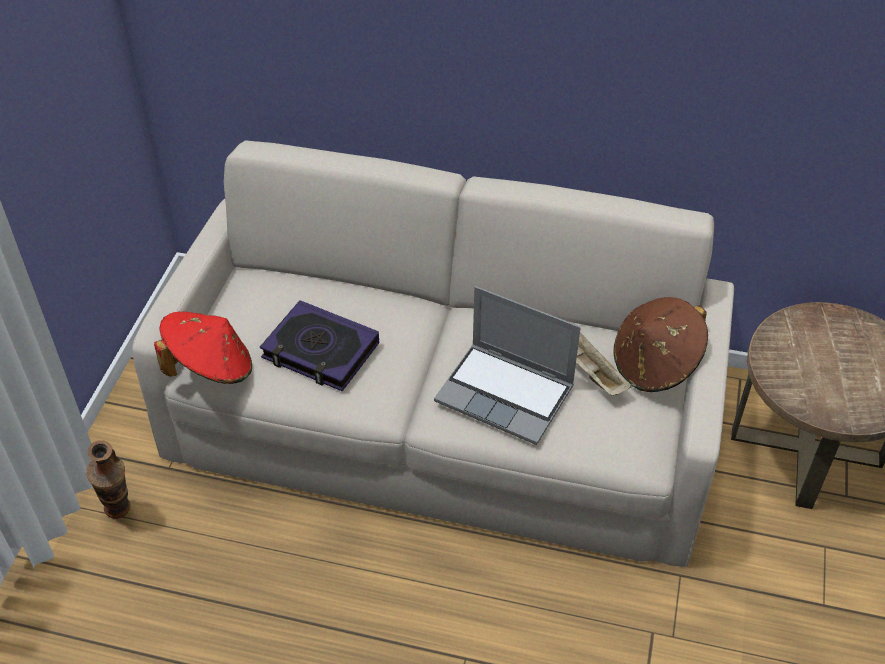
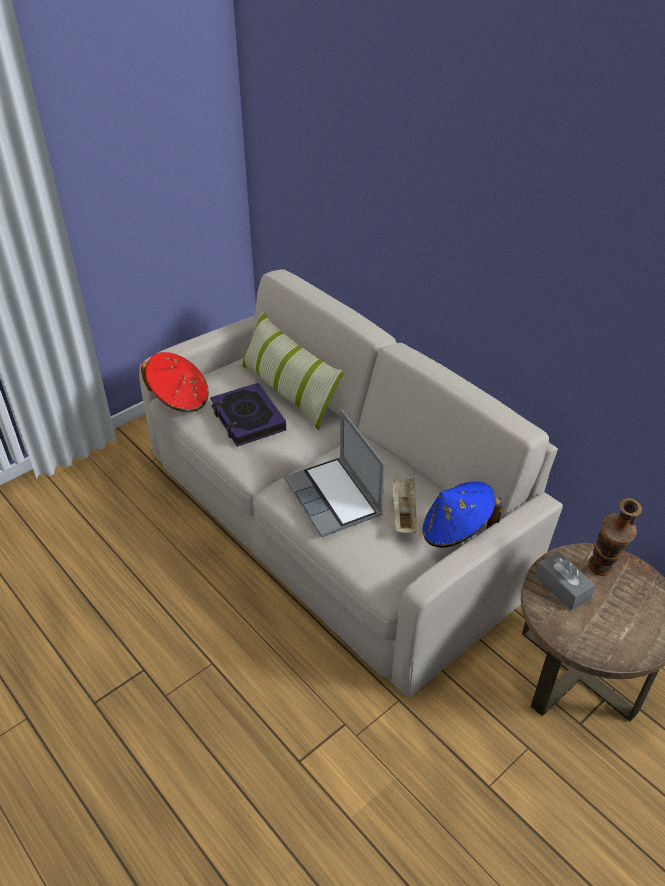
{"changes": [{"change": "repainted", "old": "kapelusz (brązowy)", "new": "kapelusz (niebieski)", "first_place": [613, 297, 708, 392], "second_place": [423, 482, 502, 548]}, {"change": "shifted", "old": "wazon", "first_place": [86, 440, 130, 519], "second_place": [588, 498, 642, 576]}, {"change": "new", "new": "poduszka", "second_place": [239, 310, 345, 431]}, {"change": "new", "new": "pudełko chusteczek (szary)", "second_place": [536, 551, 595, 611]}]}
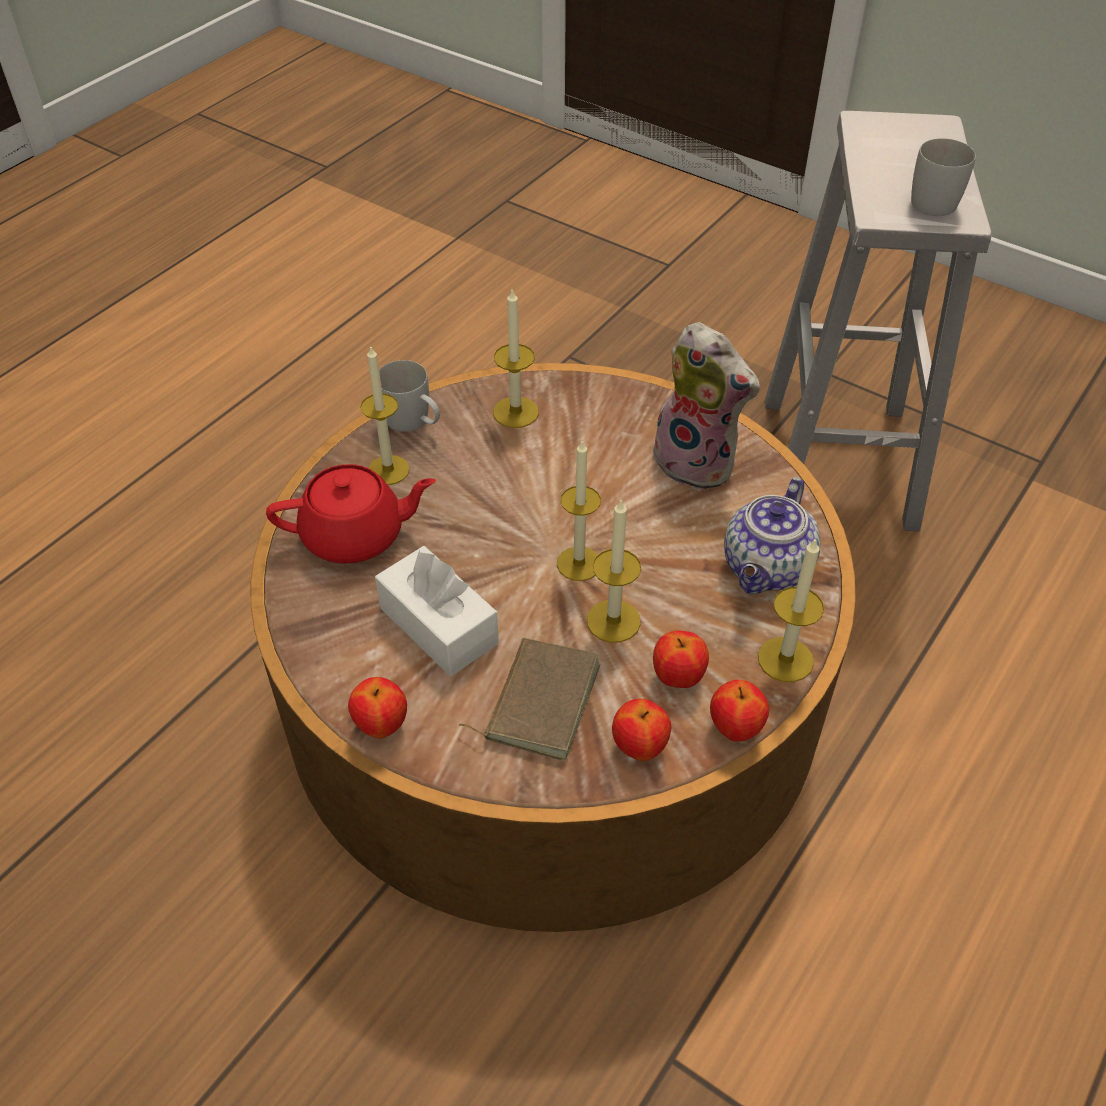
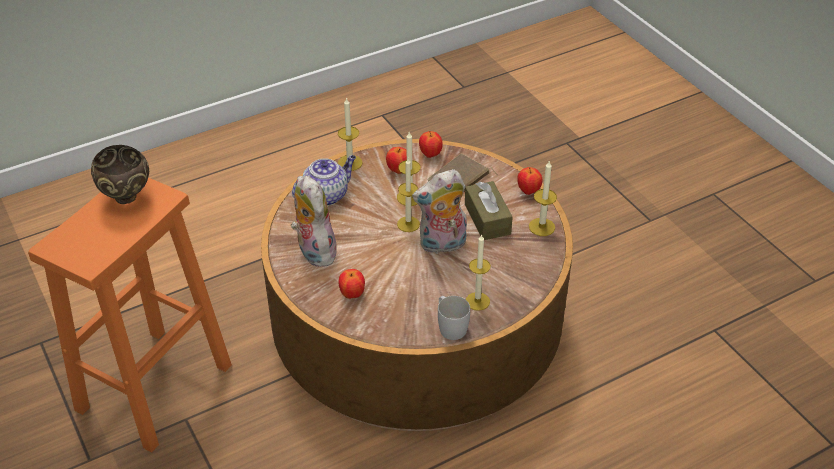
{"changes": [{"change": "repainted", "old": "stołek (biały)", "new": "stołek (pomarańczowy)", "first_place": [765, 111, 991, 532], "second_place": [28, 178, 232, 453]}, {"change": "swapped", "old": "kubek (biały)", "new": "miska (brązowy)", "first_place": [911, 138, 976, 216], "second_place": [91, 145, 149, 204]}, {"change": "shifted", "old": "świeca", "first_place": [493, 289, 539, 428], "second_place": [529, 160, 557, 236]}, {"change": "gone", "old": "imbryk (czerwony)", "first_place": [266, 464, 436, 563]}, {"change": "repainted", "old": "pudełko chusteczek (biały)", "new": "pudełko chusteczek (brązowy)", "first_place": [375, 546, 499, 676], "second_place": [465, 181, 513, 240]}, {"change": "shifted", "old": "jabłko", "first_place": [710, 680, 769, 742], "second_place": [338, 269, 365, 299]}, {"change": "new", "new": "pluszak", "second_place": [412, 169, 467, 254]}]}
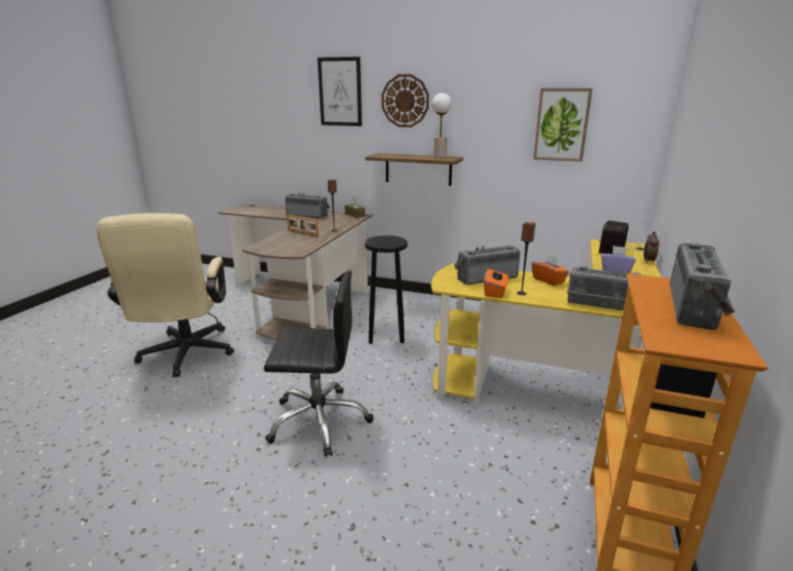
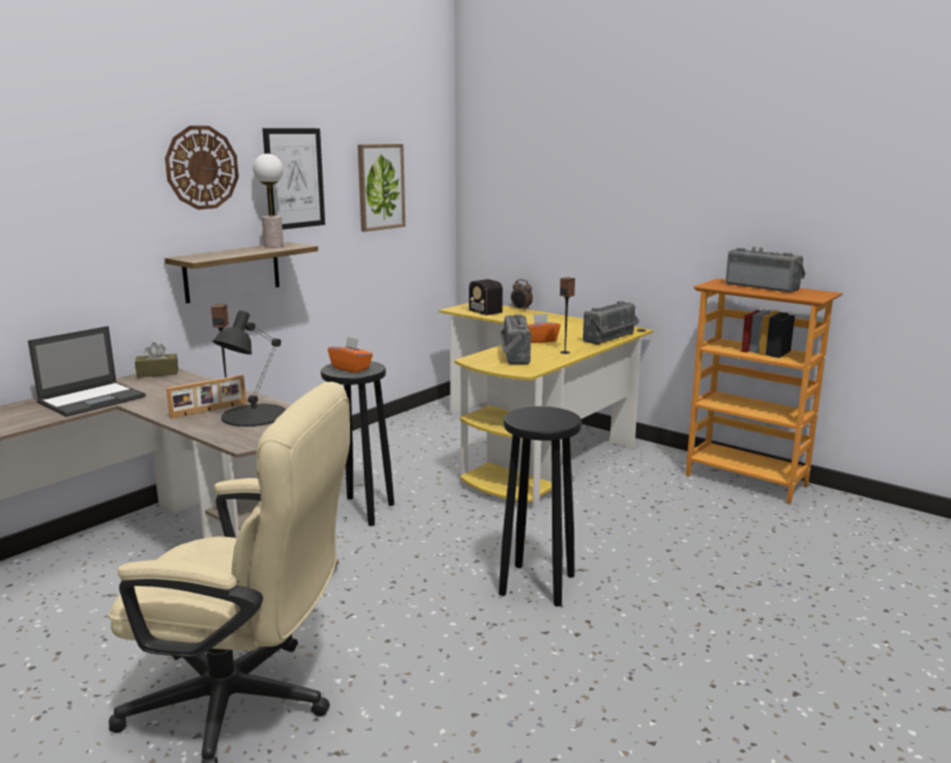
{"changes": [{"change": "shifted", "old": "obraz", "first_place": [317, 57, 362, 126], "second_place": [263, 128, 325, 230]}, {"change": "swapped", "old": "radio", "new": "laptop", "first_place": [285, 192, 330, 219], "second_place": [28, 326, 146, 417]}, {"change": "gone", "old": "pudełko chusteczek (fioletowy)", "first_place": [601, 246, 636, 274]}, {"change": "shifted", "old": "pudełko chusteczek (pomarańczowy)", "first_place": [484, 267, 509, 298], "second_place": [328, 336, 373, 373]}, {"change": "swapped", "old": "krzesło biurowe (czarny)", "new": "stołek (czarny)", "first_place": [264, 271, 374, 457], "second_place": [499, 406, 582, 606]}, {"change": "new", "new": "lampa stołowa (czarny)", "second_place": [212, 310, 286, 427]}]}
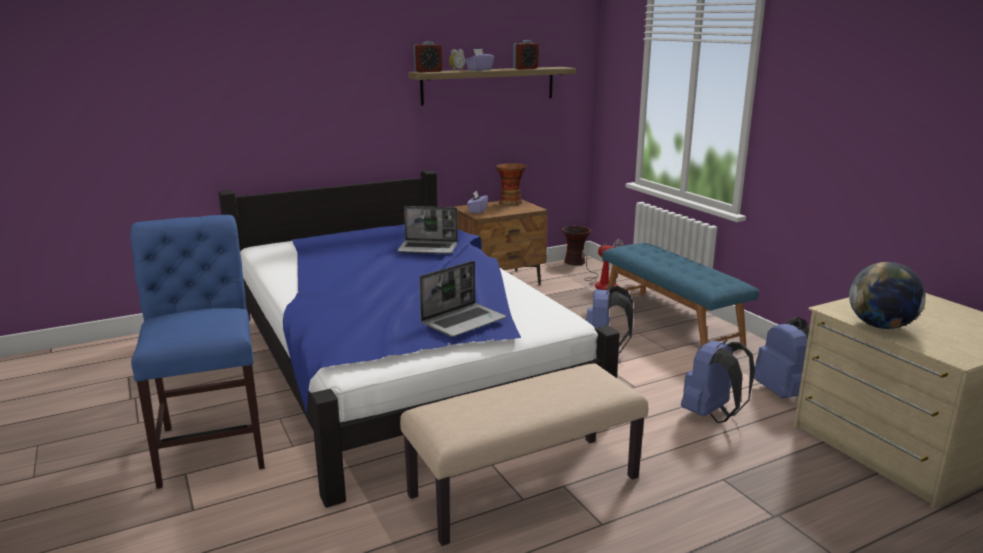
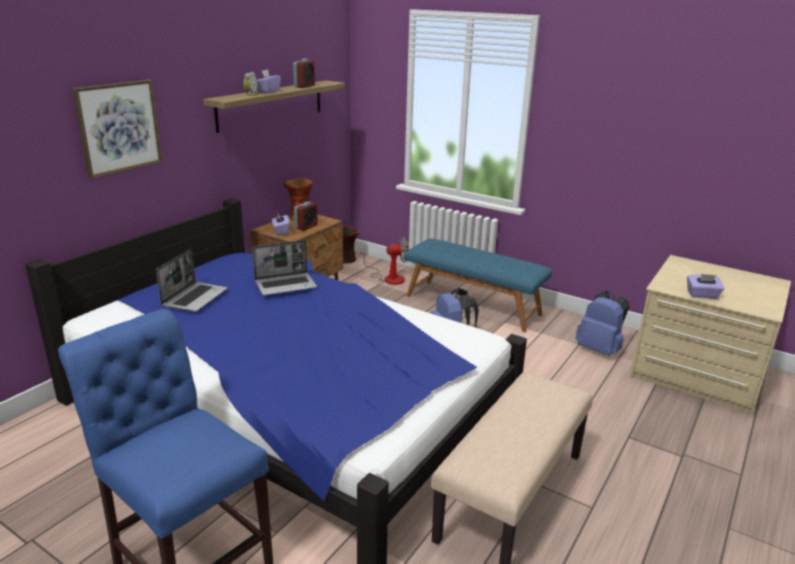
{"changes": [{"change": "shifted", "old": "budzik", "first_place": [414, 41, 442, 72], "second_place": [294, 201, 318, 231]}, {"change": "shifted", "old": "laptop", "first_place": [419, 261, 506, 337], "second_place": [156, 249, 228, 312]}, {"change": "swapped", "old": "globus", "new": "pudełko chusteczek (fioletowy)", "first_place": [849, 262, 926, 329], "second_place": [687, 274, 724, 299]}, {"change": "gone", "old": "plecak (niebieski)", "first_place": [681, 340, 755, 423]}, {"change": "new", "new": "obraz", "second_place": [72, 80, 162, 179]}]}
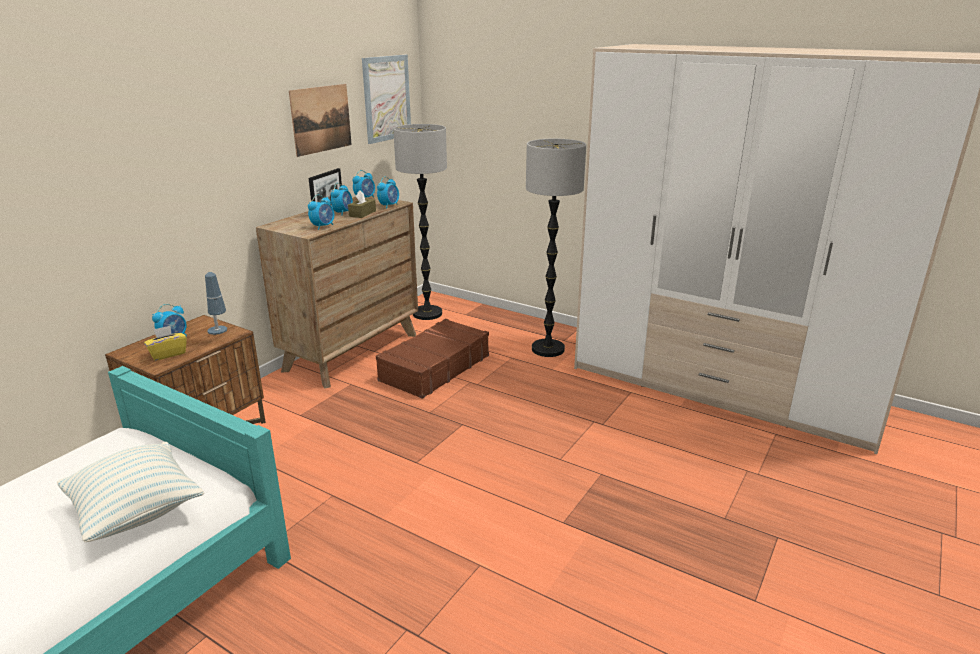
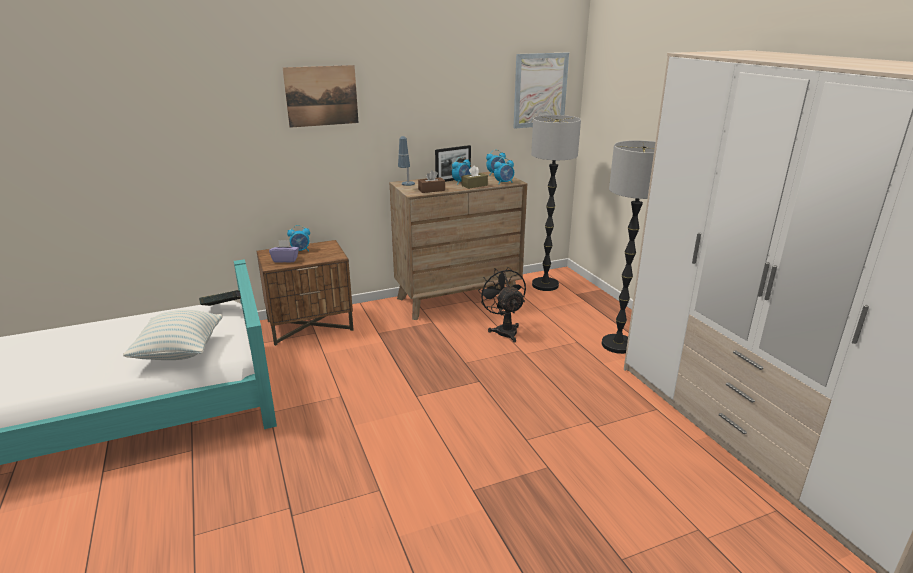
{"changes": [{"change": "shifted", "old": "obraz", "first_place": [289, 84, 352, 157], "second_place": [283, 65, 359, 128]}, {"change": "swapped", "old": "budzik", "new": "pudełko chusteczek (brązowy)", "first_place": [308, 195, 334, 230], "second_place": [418, 170, 445, 193]}, {"change": "shifted", "old": "lampa stołowa", "first_place": [205, 272, 227, 335], "second_place": [398, 136, 415, 186]}, {"change": "swapped", "old": "walizka (brązowy)", "new": "wentylator (czarny)", "first_place": [376, 319, 489, 399], "second_place": [478, 267, 526, 342]}, {"change": "repainted", "old": "pudełko chusteczek (żółty)", "new": "pudełko chusteczek (fioletowy)", "first_place": [144, 326, 187, 361], "second_place": [269, 240, 299, 262]}, {"change": "new", "new": "książka", "second_place": [199, 290, 241, 306]}]}
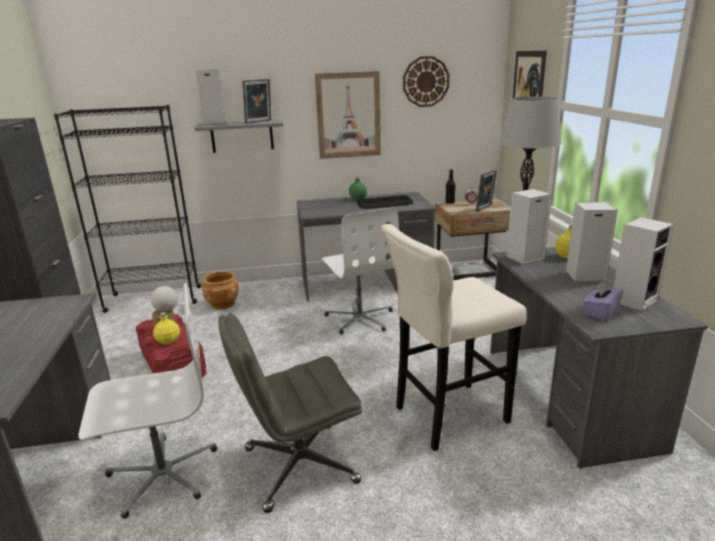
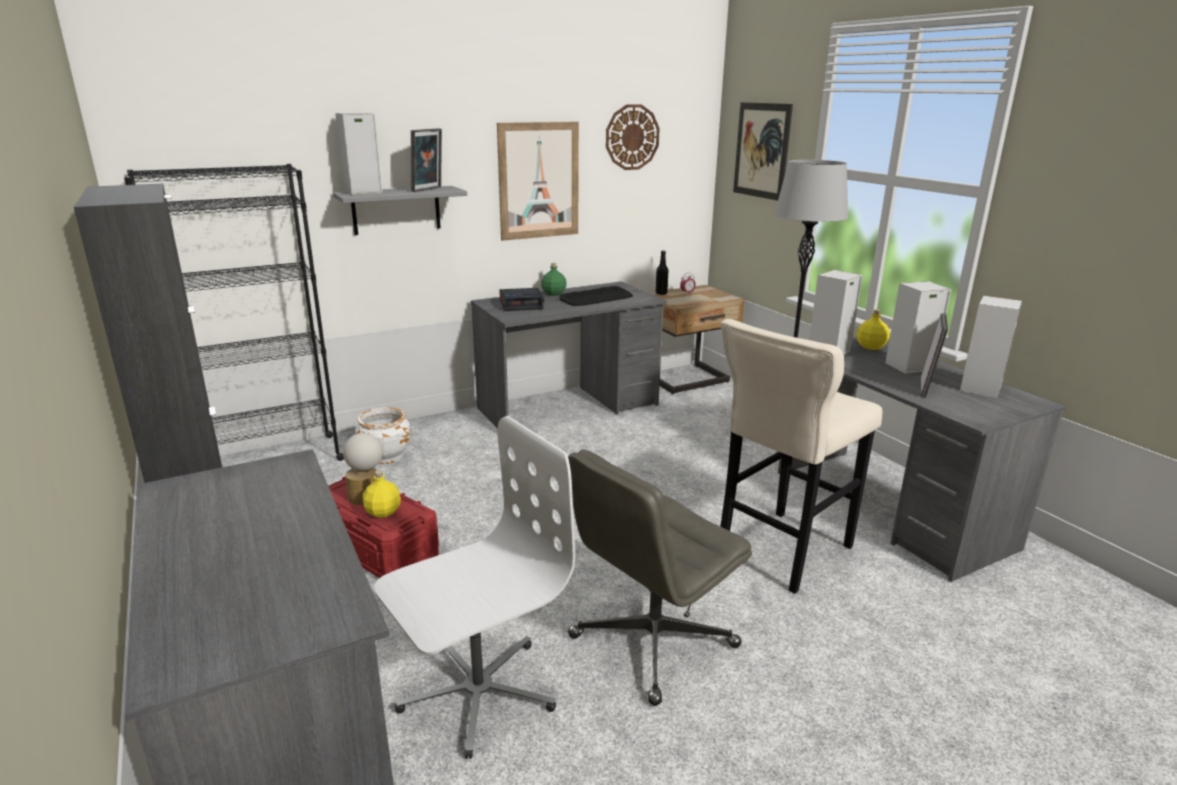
{"changes": [{"change": "shifted", "old": "ramka na zdjęcie", "first_place": [475, 170, 497, 212], "second_place": [920, 313, 948, 398]}, {"change": "gone", "old": "krzesło biurowe (biały)", "first_place": [321, 207, 399, 334]}, {"change": "repainted", "old": "donica (brązowy)", "new": "donica (biały)", "first_place": [201, 271, 239, 309], "second_place": [355, 407, 410, 464]}, {"change": "gone", "old": "pudełko chusteczek (fioletowy)", "first_place": [583, 281, 624, 321]}, {"change": "new", "new": "budzik", "second_place": [499, 288, 544, 311]}]}
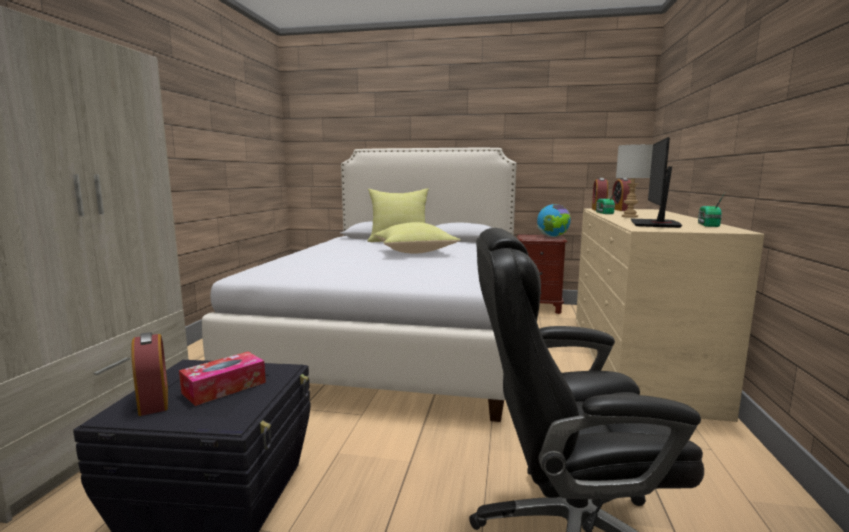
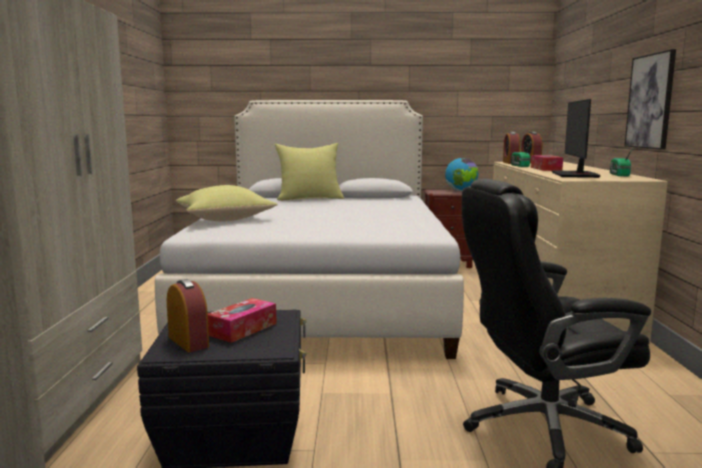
{"changes": [{"change": "swapped", "old": "lampa stołowa (szary)", "new": "pudełko chusteczek", "first_place": [616, 144, 653, 218], "second_place": [531, 155, 563, 171]}, {"change": "shifted", "old": "poduszka (żółty)", "first_place": [374, 222, 461, 254], "second_place": [176, 185, 278, 221]}, {"change": "new", "new": "obraz", "second_place": [624, 49, 676, 150]}]}
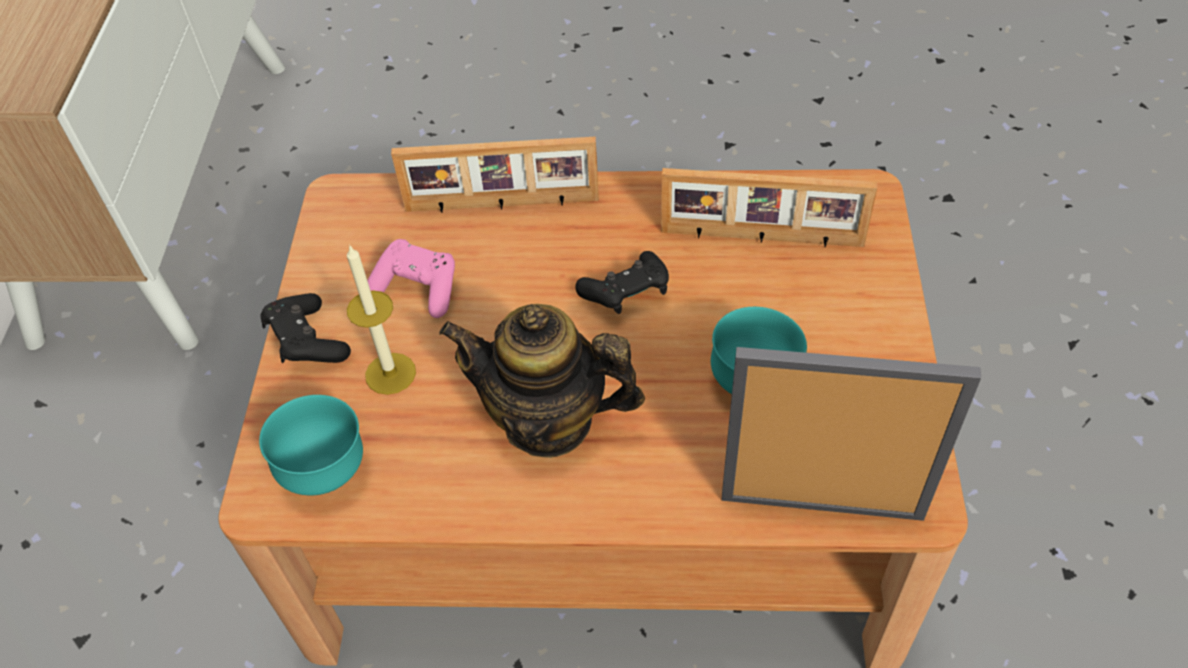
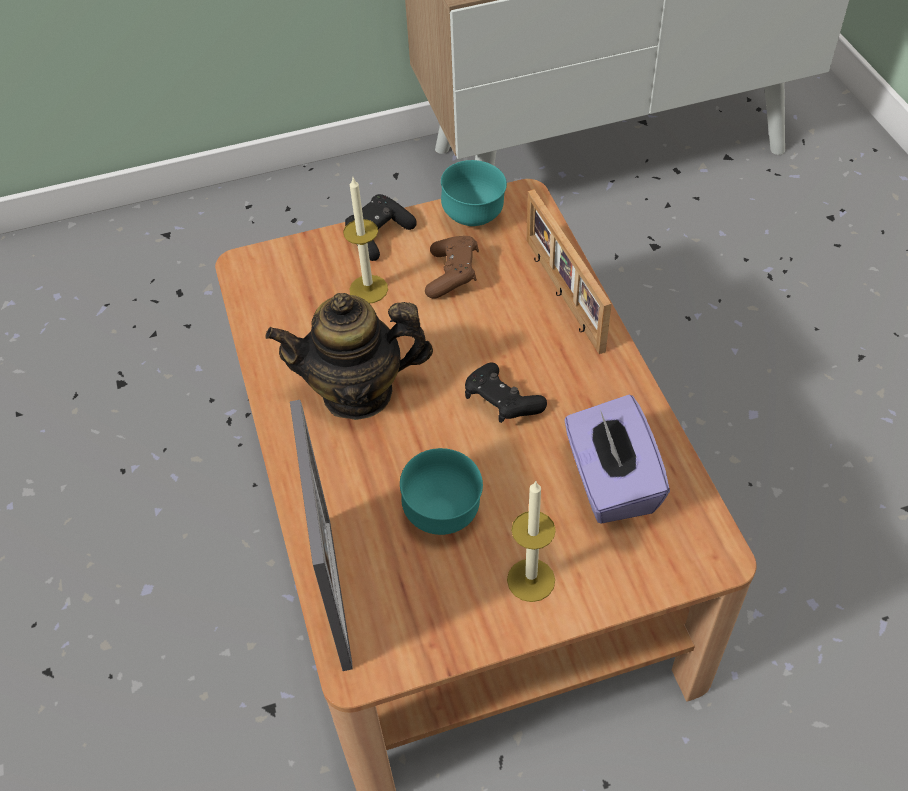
{"changes": [{"change": "swapped", "old": "ramka na zdjęcie", "new": "pudełko chusteczek (fioletowy)", "first_place": [661, 168, 877, 247], "second_place": [564, 394, 670, 524]}, {"change": "repainted", "old": "pad do gier (różowy)", "new": "pad do gier (brązowy)", "first_place": [367, 239, 455, 318], "second_place": [425, 236, 479, 299]}, {"change": "rotated", "old": "imbryk", "first_place": [439, 304, 645, 458], "second_place": [265, 293, 433, 420], "degrees": -90}, {"change": "shifted", "old": "miska (turkusowy)", "first_place": [259, 395, 363, 495], "second_place": [441, 160, 507, 226]}, {"change": "new", "new": "świeca", "second_place": [507, 480, 556, 602]}]}
